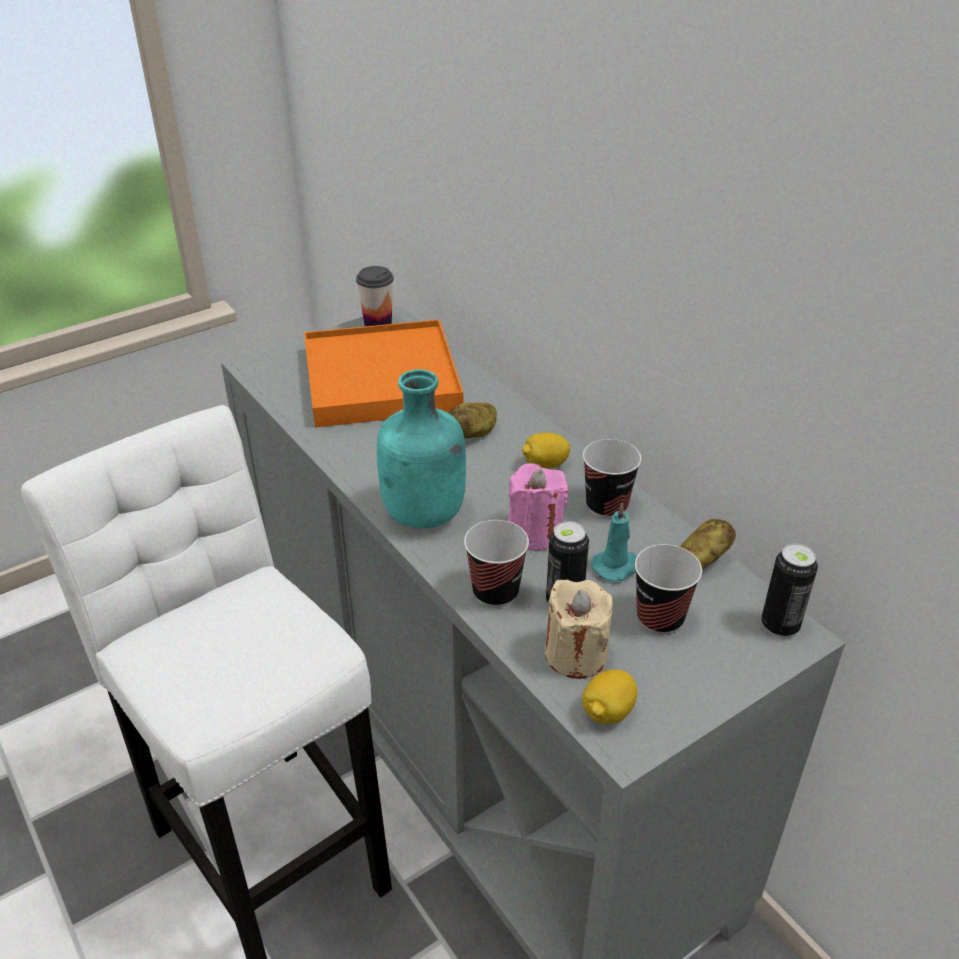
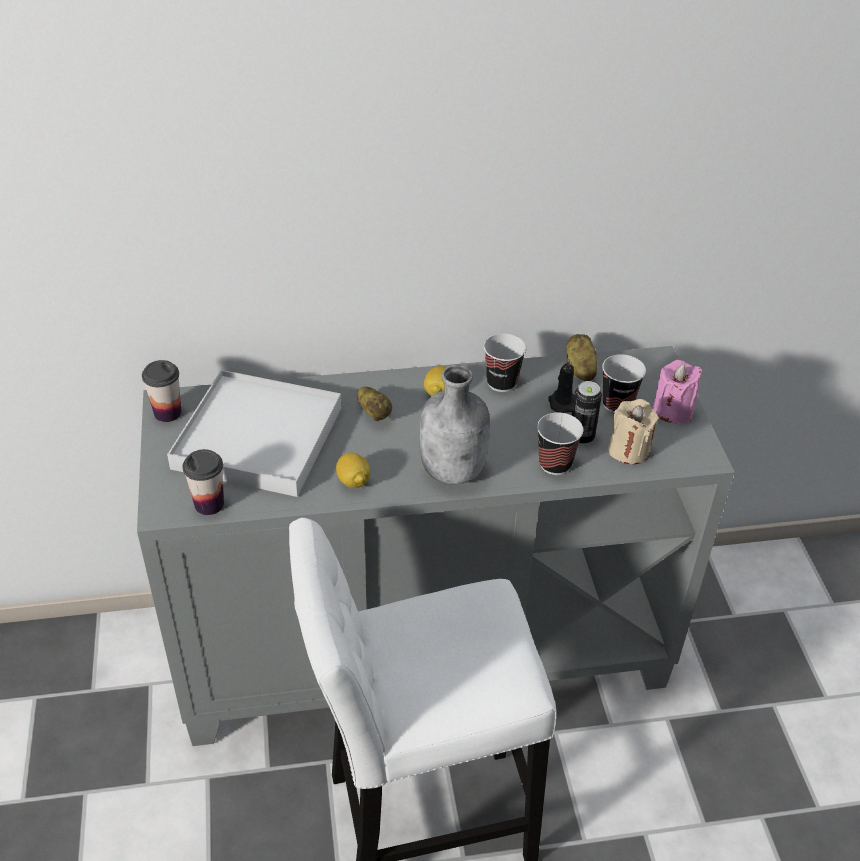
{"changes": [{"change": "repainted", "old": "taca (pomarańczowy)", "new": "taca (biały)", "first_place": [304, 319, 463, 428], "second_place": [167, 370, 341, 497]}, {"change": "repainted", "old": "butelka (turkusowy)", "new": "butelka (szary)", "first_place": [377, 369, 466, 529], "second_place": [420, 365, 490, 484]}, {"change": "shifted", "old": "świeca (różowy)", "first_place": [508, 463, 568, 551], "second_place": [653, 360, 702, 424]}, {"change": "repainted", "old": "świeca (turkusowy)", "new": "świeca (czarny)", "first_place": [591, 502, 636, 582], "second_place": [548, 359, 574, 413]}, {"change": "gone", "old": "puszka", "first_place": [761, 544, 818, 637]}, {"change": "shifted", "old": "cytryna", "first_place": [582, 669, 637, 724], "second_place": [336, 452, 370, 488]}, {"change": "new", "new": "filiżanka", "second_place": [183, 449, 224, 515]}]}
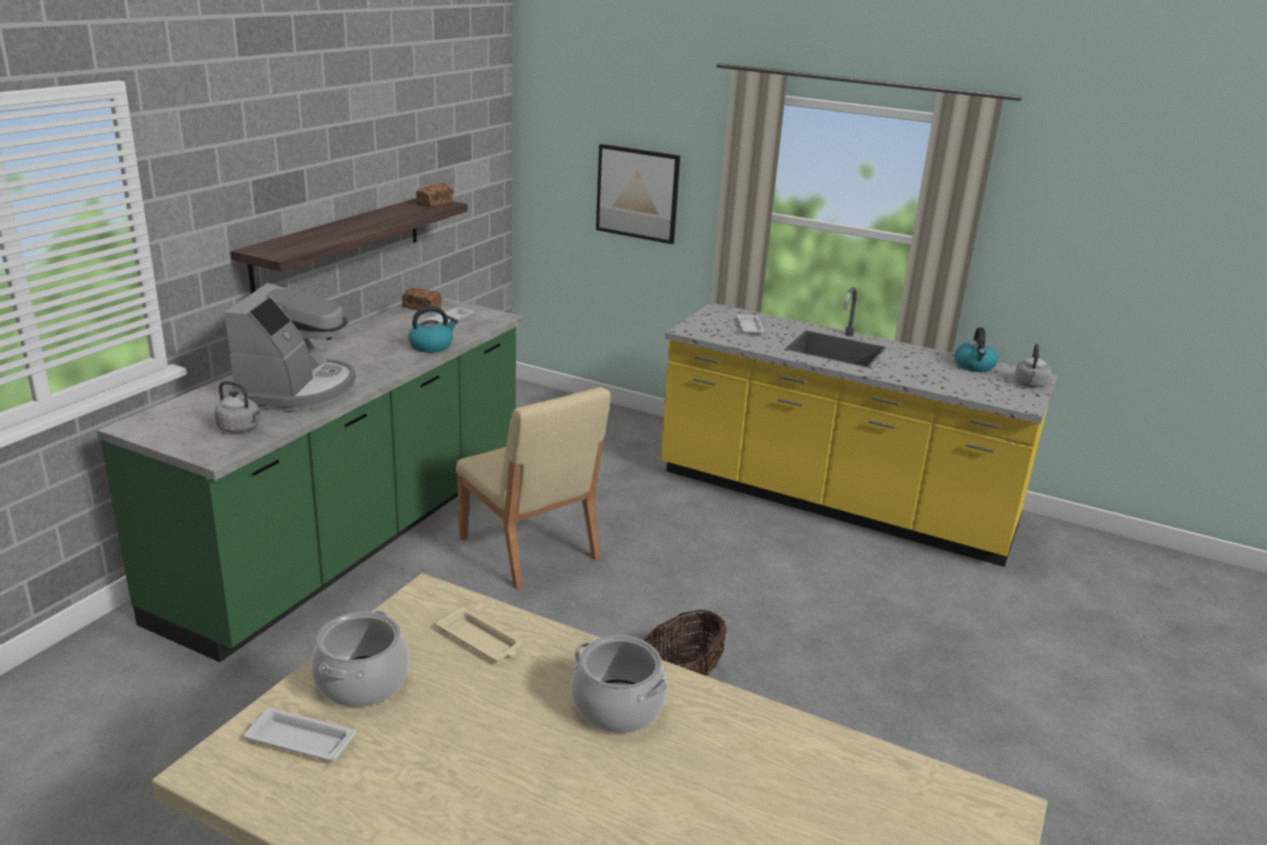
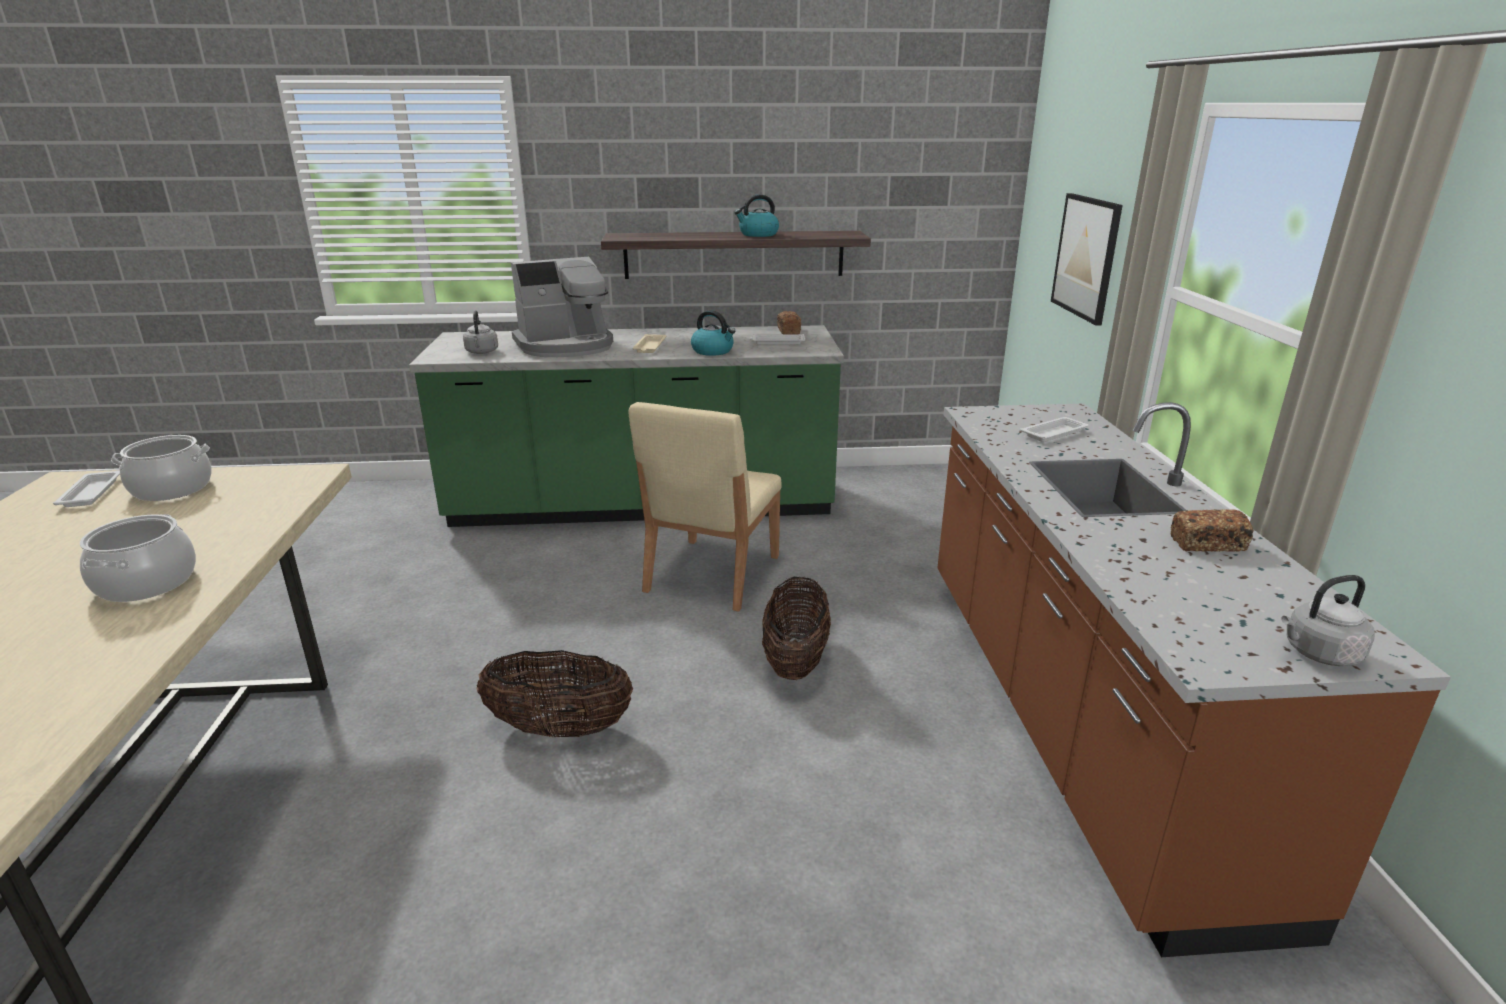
{"changes": [{"change": "shifted", "old": "chleb", "first_place": [416, 183, 453, 208], "second_place": [1171, 509, 1254, 552]}, {"change": "repainted", "old": "zabudowa kuchenna (żółty)", "new": "zabudowa kuchenna (brązowy)", "first_place": [661, 287, 1058, 567], "second_place": [937, 402, 1451, 957]}, {"change": "shifted", "old": "czajnik", "first_place": [955, 327, 998, 372], "second_place": [735, 194, 779, 237]}, {"change": "shifted", "old": "taca (beżowy)", "first_place": [436, 607, 523, 661], "second_place": [633, 334, 666, 353]}, {"change": "new", "new": "koszyk", "second_place": [762, 577, 831, 680]}]}
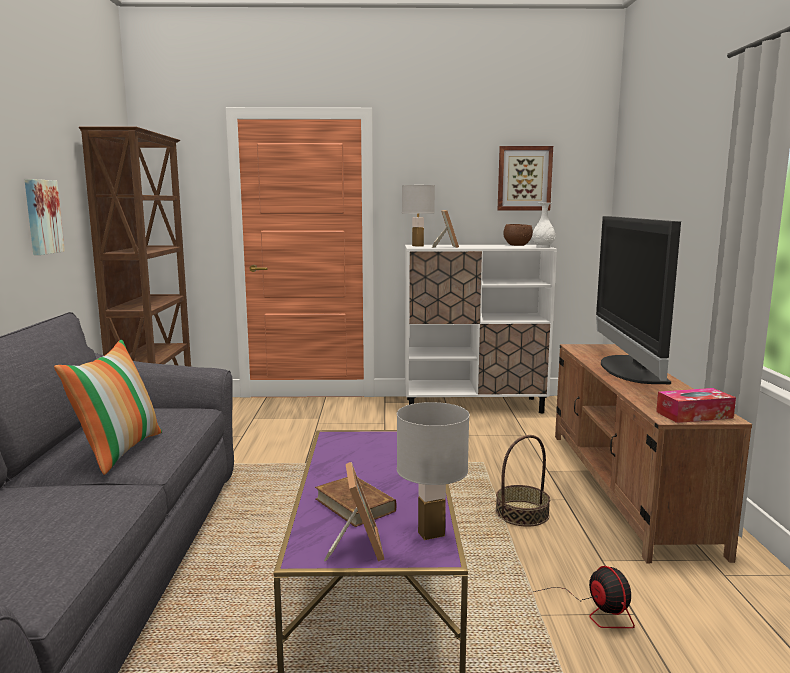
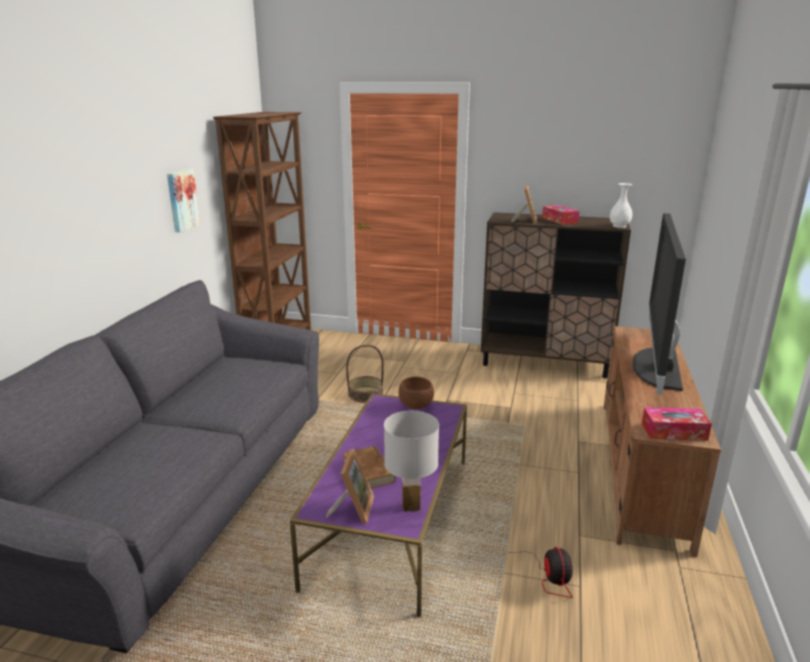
{"changes": [{"change": "gone", "old": "obraz", "first_place": [498, 146, 553, 210]}, {"change": "gone", "old": "lampa stołowa (biały)", "first_place": [402, 185, 435, 247]}, {"change": "shifted", "old": "miska (brązowy)", "first_place": [503, 224, 533, 246], "second_place": [398, 377, 434, 409]}, {"change": "repainted", "old": "szafka (biały)", "new": "szafka (brązowy)", "first_place": [405, 245, 557, 413], "second_place": [481, 212, 631, 378]}, {"change": "gone", "old": "poduszka", "first_place": [54, 339, 162, 475]}, {"change": "shifted", "old": "koszyk", "first_place": [496, 435, 550, 527], "second_place": [346, 344, 384, 403]}, {"change": "new", "new": "pudełko chusteczek", "second_place": [542, 205, 579, 225]}]}
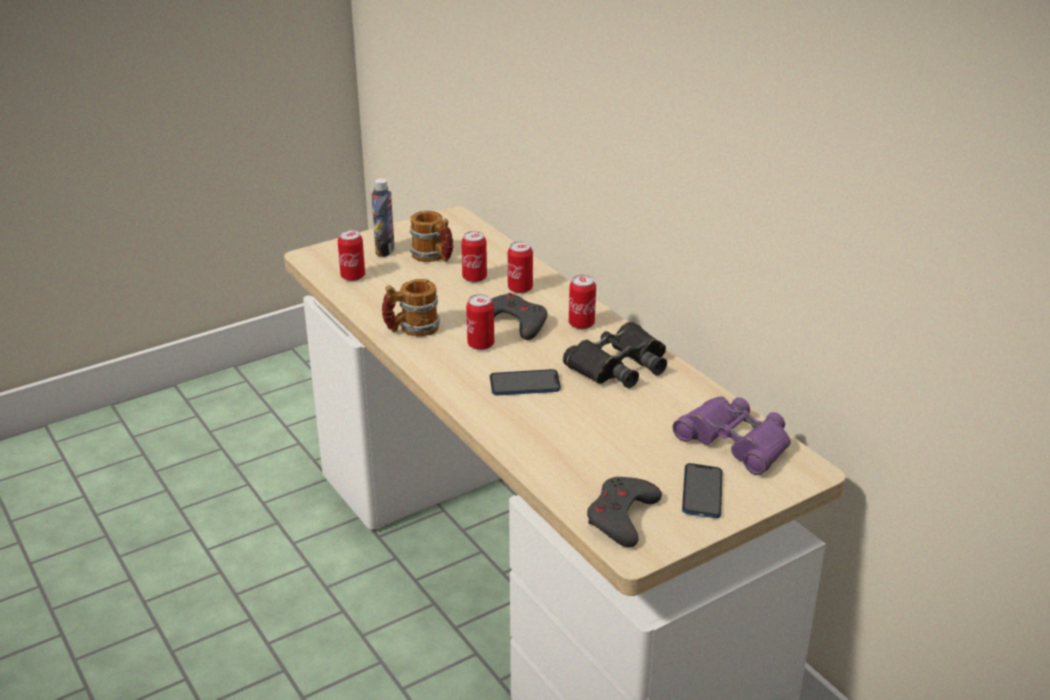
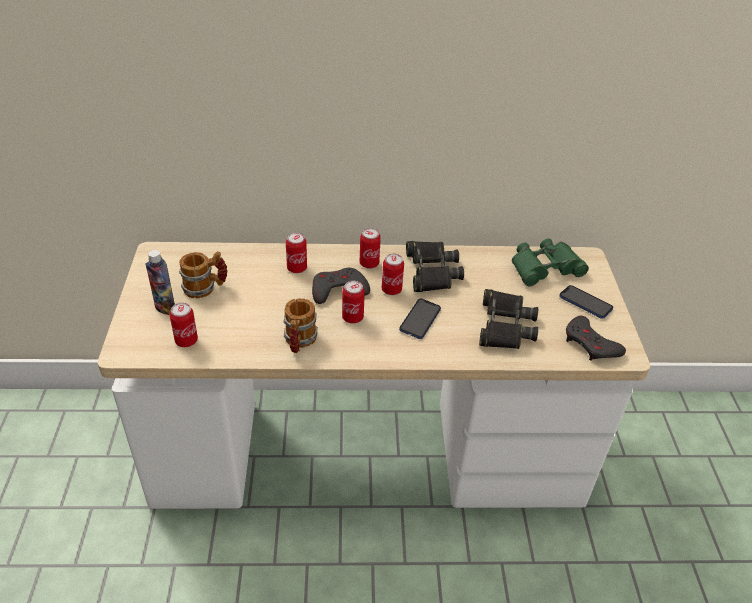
{"changes": [{"change": "shifted", "old": "puszka", "first_place": [461, 231, 487, 282], "second_place": [382, 254, 404, 295]}, {"change": "repainted", "old": "lornetka (fioletowy)", "new": "lornetka (zielony)", "first_place": [673, 396, 791, 475], "second_place": [512, 238, 589, 286]}, {"change": "new", "new": "lornetka (czarny)", "second_place": [479, 289, 538, 349]}]}
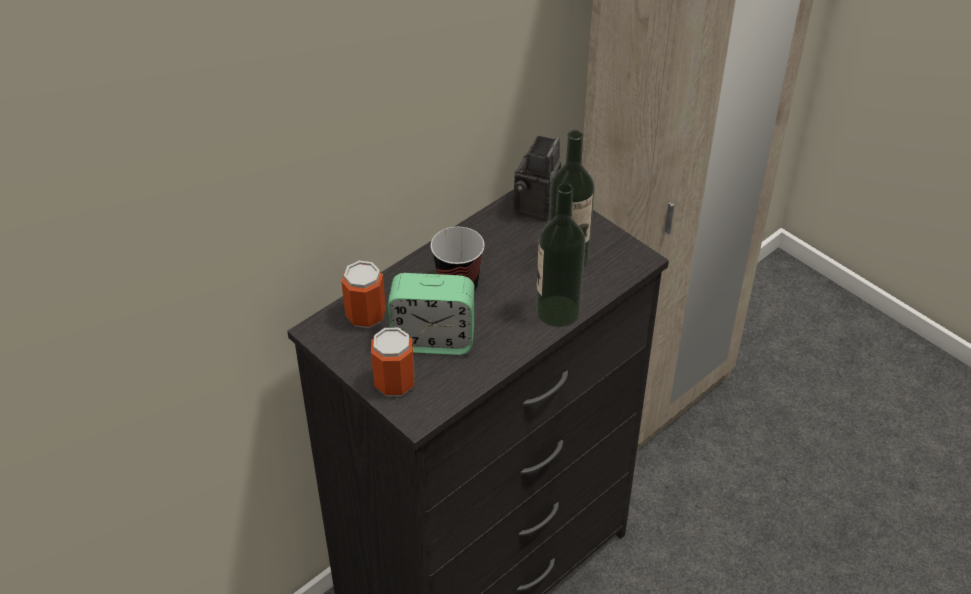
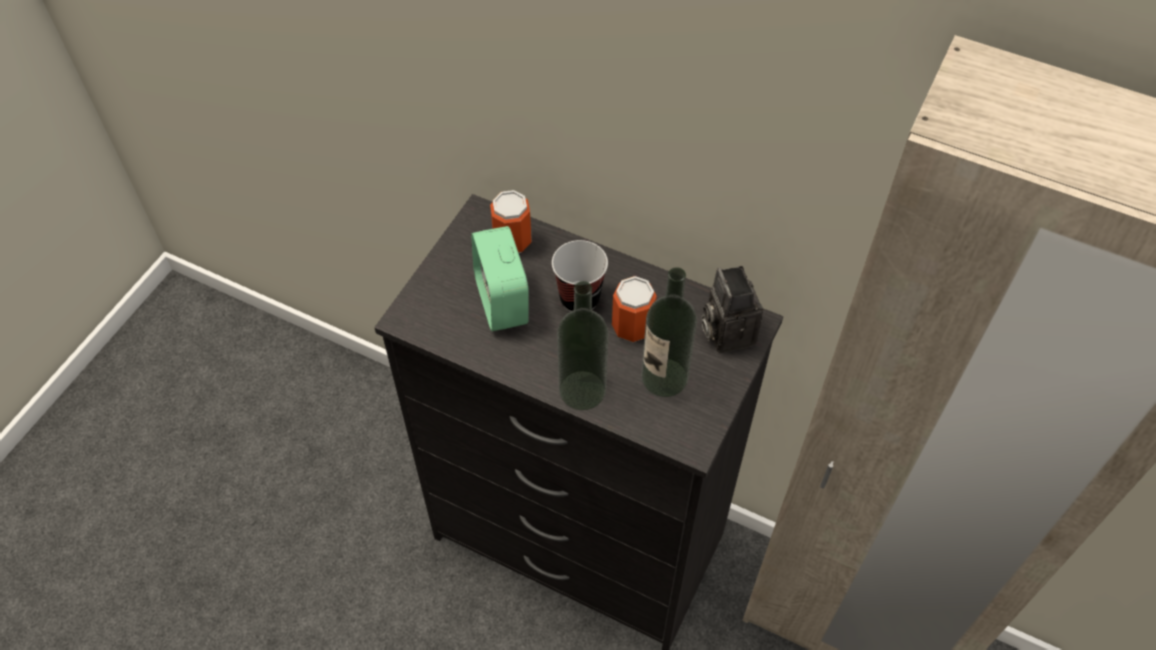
{"changes": [{"change": "rotated", "old": "aparat fotograficzny", "first_place": [513, 135, 561, 222], "second_place": [702, 266, 763, 353], "degrees": 75}, {"change": "shifted", "old": "puszka", "first_place": [371, 328, 414, 396], "second_place": [612, 276, 657, 342]}]}
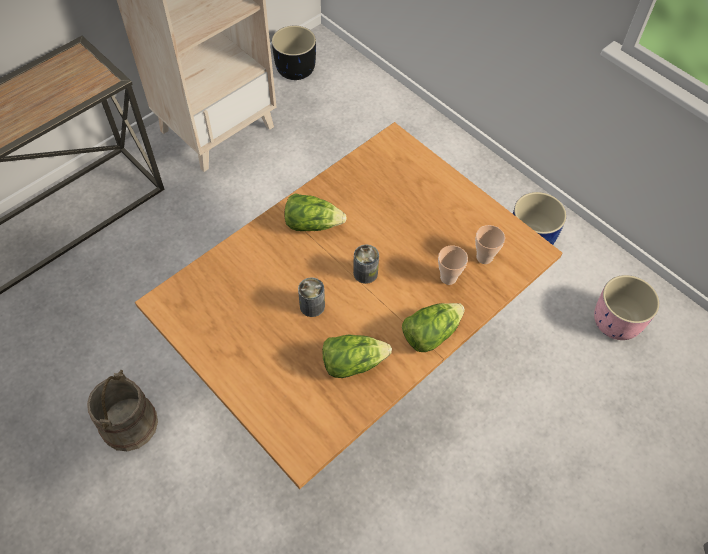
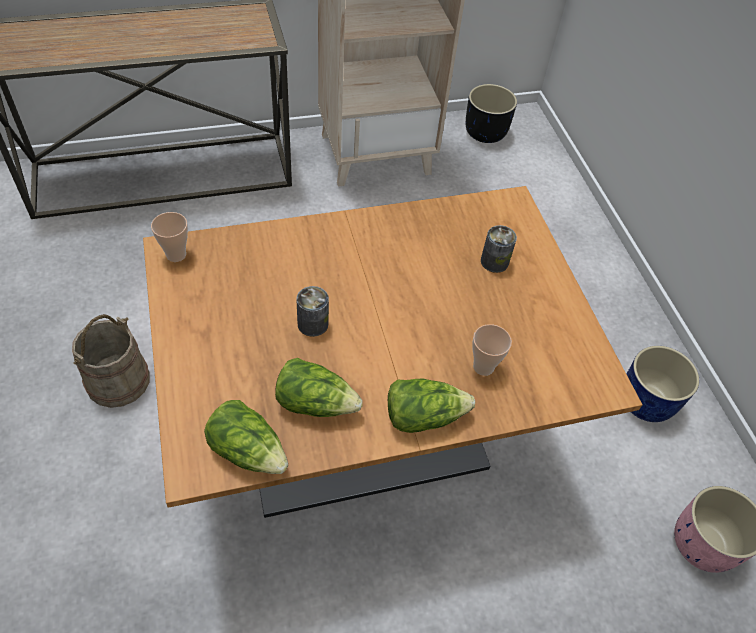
{"changes": [{"change": "shifted", "old": "sałata", "first_place": [284, 193, 347, 231], "second_place": [204, 400, 288, 474]}, {"change": "shifted", "old": "filiżanka", "first_place": [475, 225, 505, 264], "second_place": [151, 212, 188, 262]}, {"change": "shifted", "old": "puszka", "first_place": [353, 245, 379, 284], "second_place": [481, 225, 517, 273]}]}
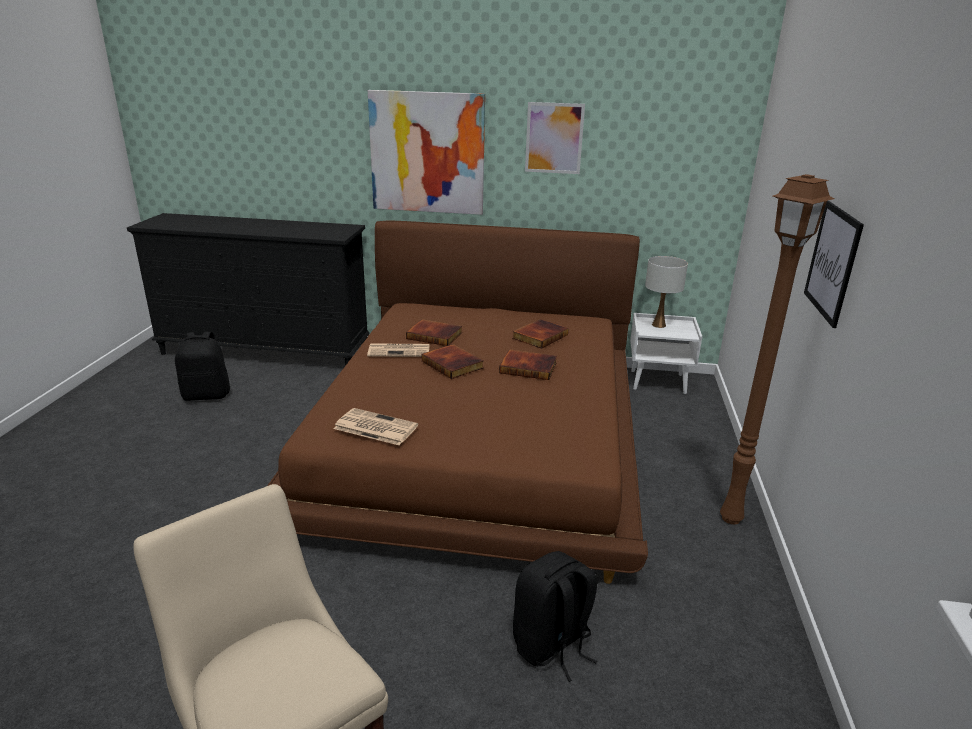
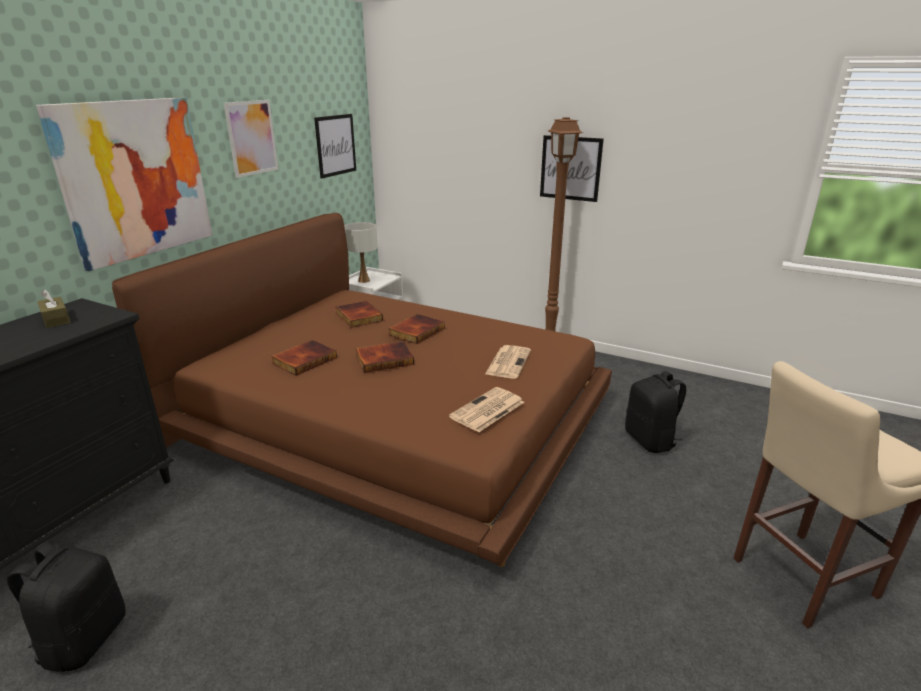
{"changes": [{"change": "shifted", "old": "gazeta", "first_place": [367, 343, 430, 357], "second_place": [485, 345, 531, 379]}, {"change": "new", "new": "obraz", "second_place": [314, 114, 356, 179]}, {"change": "new", "new": "pudełko chusteczek (brązowy)", "second_place": [37, 289, 71, 328]}]}
